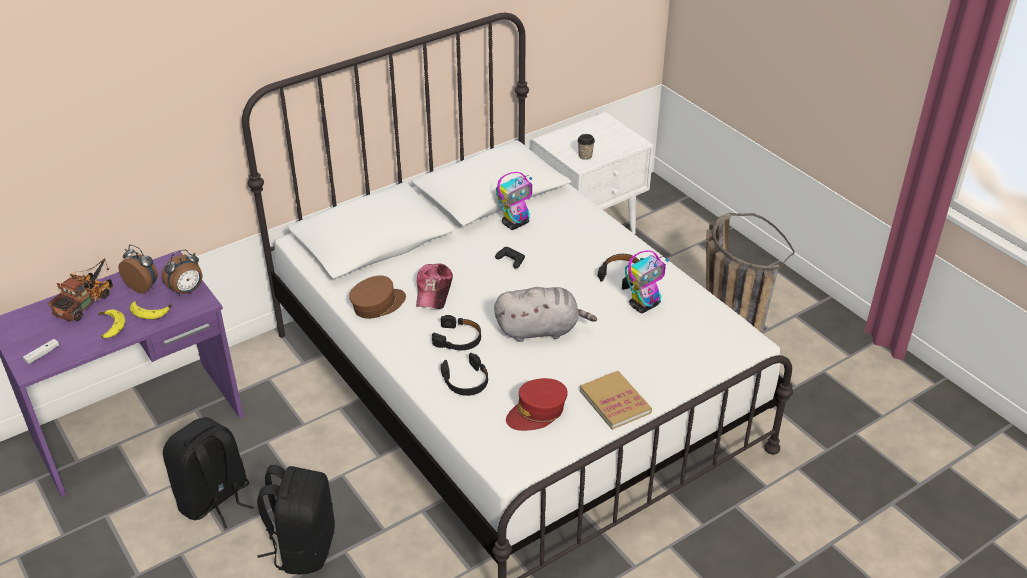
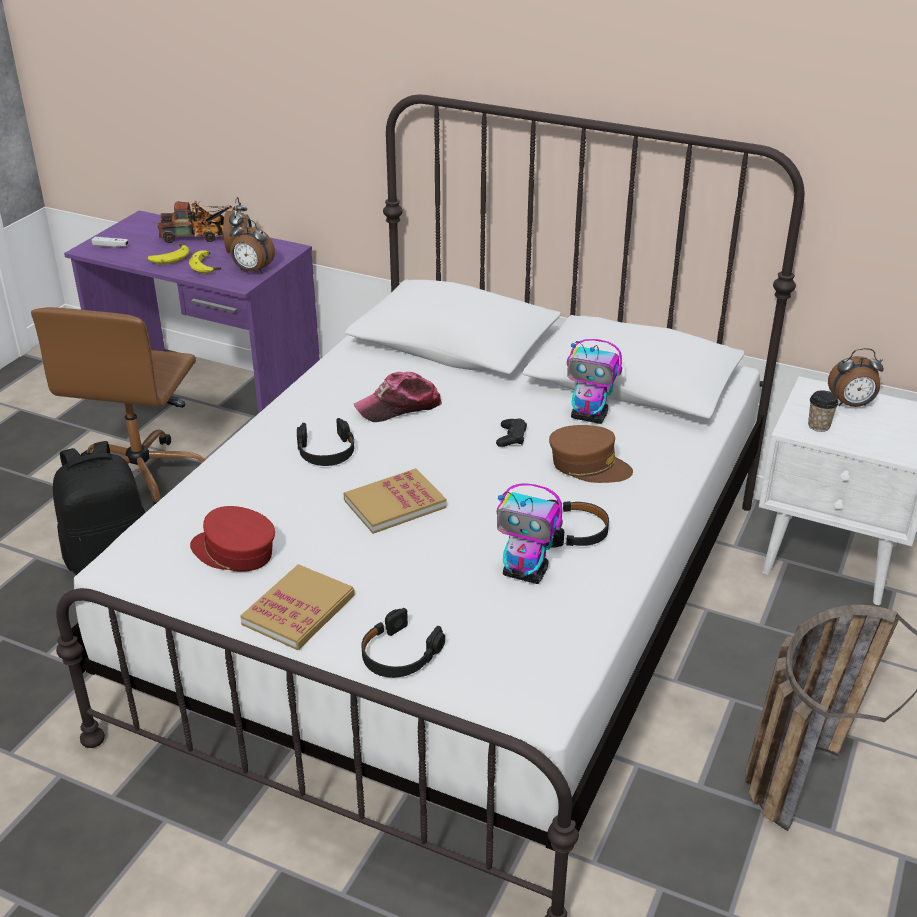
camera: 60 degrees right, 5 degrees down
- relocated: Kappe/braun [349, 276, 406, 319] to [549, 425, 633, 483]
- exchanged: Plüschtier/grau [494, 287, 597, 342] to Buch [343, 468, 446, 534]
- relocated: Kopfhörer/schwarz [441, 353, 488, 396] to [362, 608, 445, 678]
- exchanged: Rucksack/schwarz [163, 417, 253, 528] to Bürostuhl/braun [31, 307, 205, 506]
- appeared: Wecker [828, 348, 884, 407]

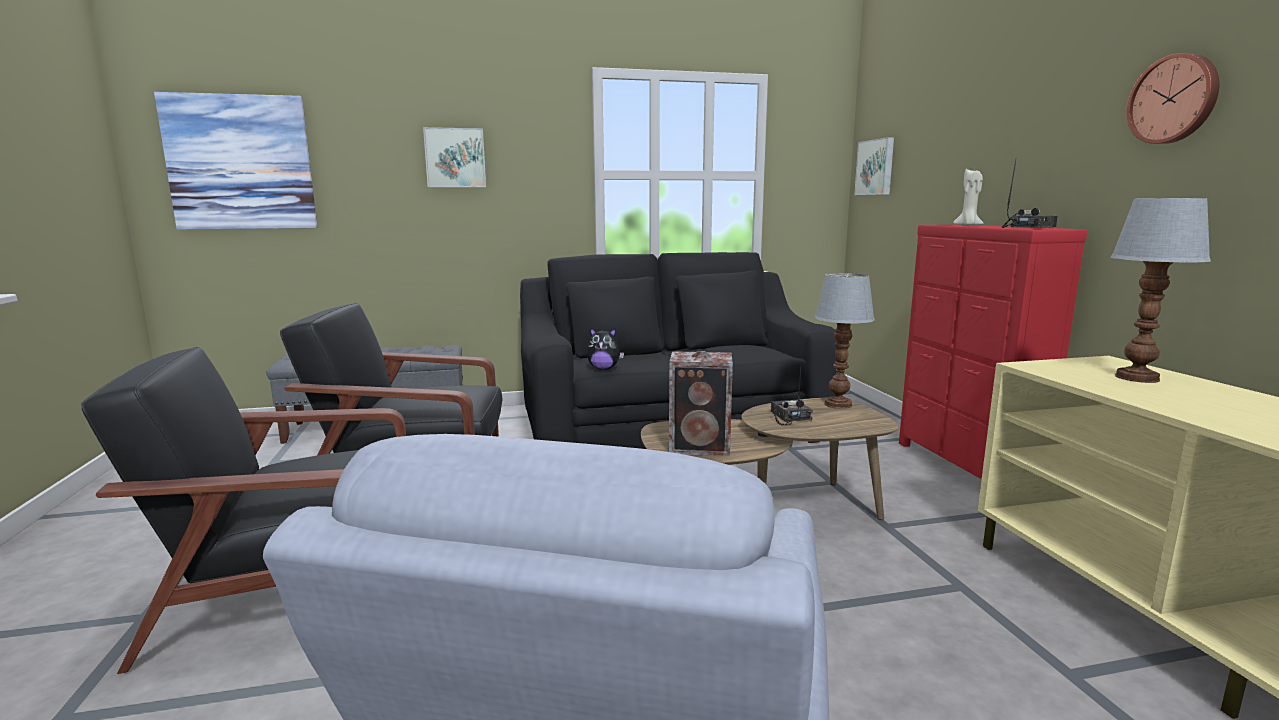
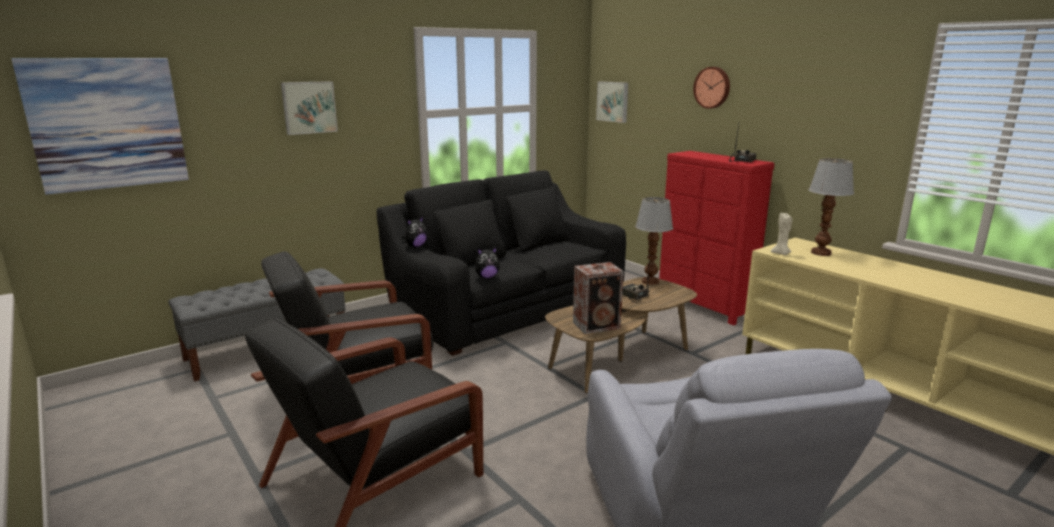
camera: 25 degrees left, 5 degrees up
- relocated: Wanduhr [1126, 53, 1220, 144] to [693, 67, 730, 109]
- relocated: Kerze/beige [953, 169, 983, 226] to [771, 213, 792, 255]
- appeared: Plüschtier [402, 216, 427, 247]

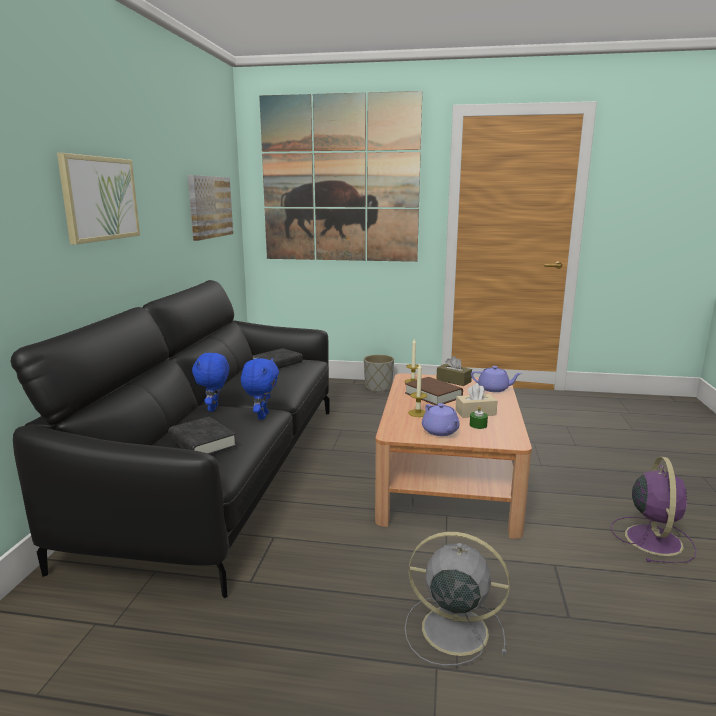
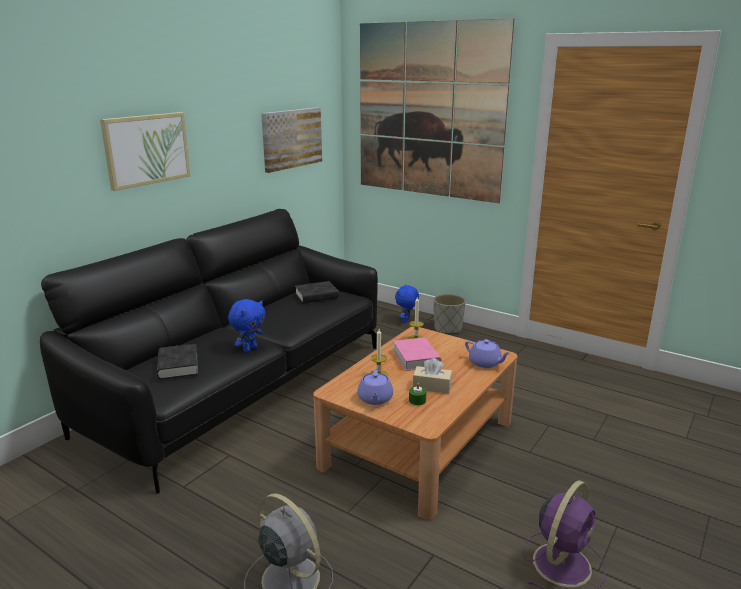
camera: 25 degrees right, 5 degrees up
- relocated: Plüschtier/blau [192, 352, 229, 412] to [395, 284, 419, 323]
- missing: Taschentuchbox/braun [436, 356, 472, 386]
- colour: Buch/braun [405, 377, 463, 405] to Buch/rosa [393, 338, 442, 371]

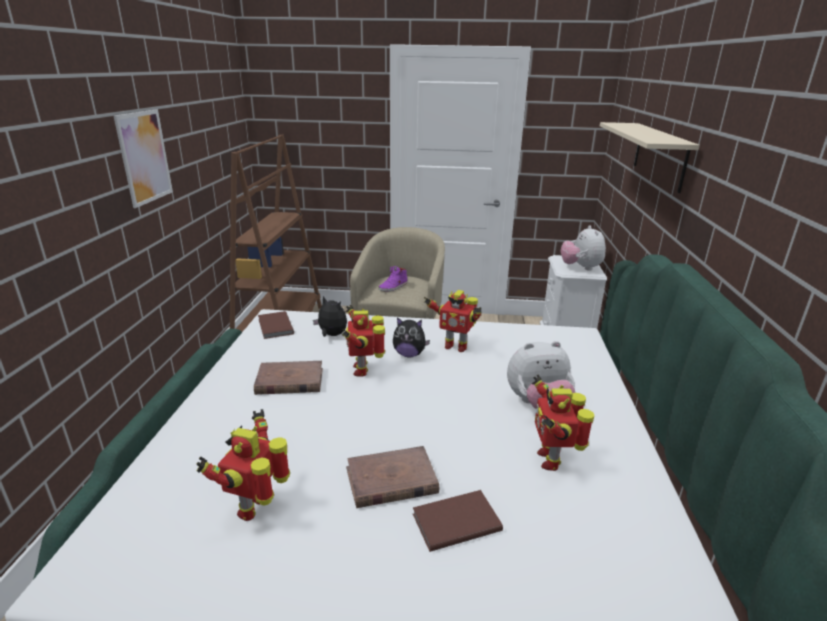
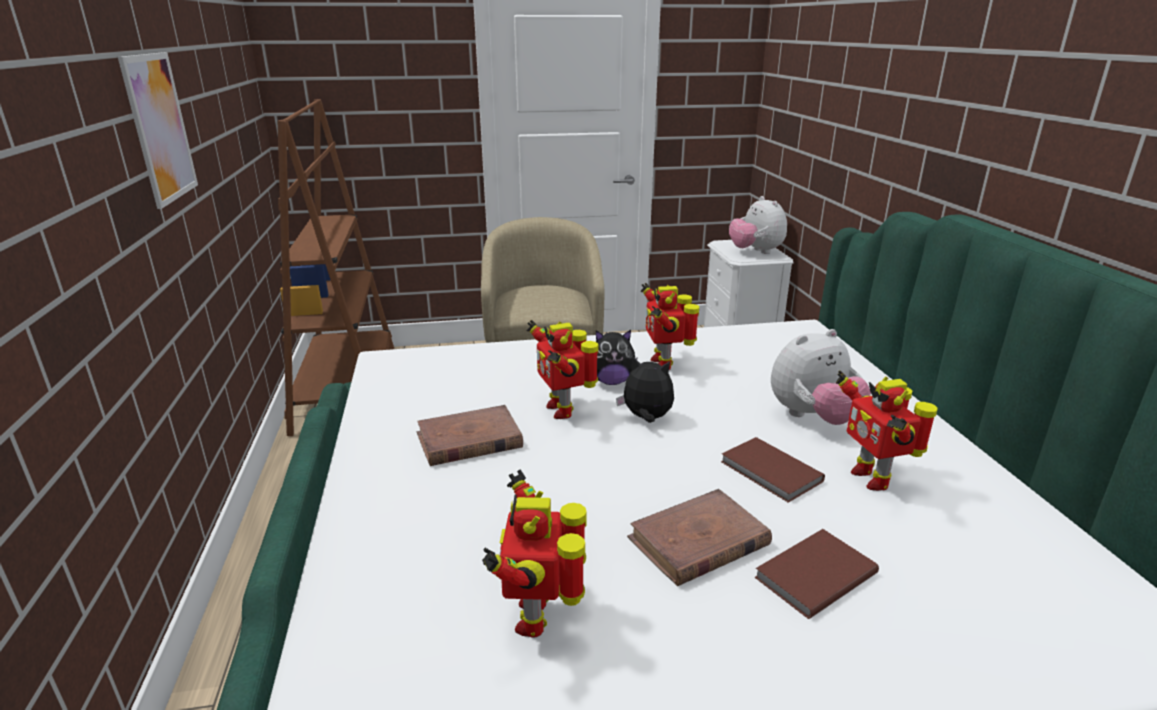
camera: 15 degrees left, 0 degrees up
- missing: Wandregal/beige [600, 122, 700, 193]
- missing: Schuh/lila [378, 266, 408, 291]
- spun: Spielzeugroboter [424, 290, 482, 352] = [640, 283, 699, 370] 75 degrees clockwise
- relocated: Plüschtier [313, 296, 347, 337] to [616, 356, 674, 423]
- relocated: Buch/braun [258, 311, 294, 339] to [721, 437, 825, 503]

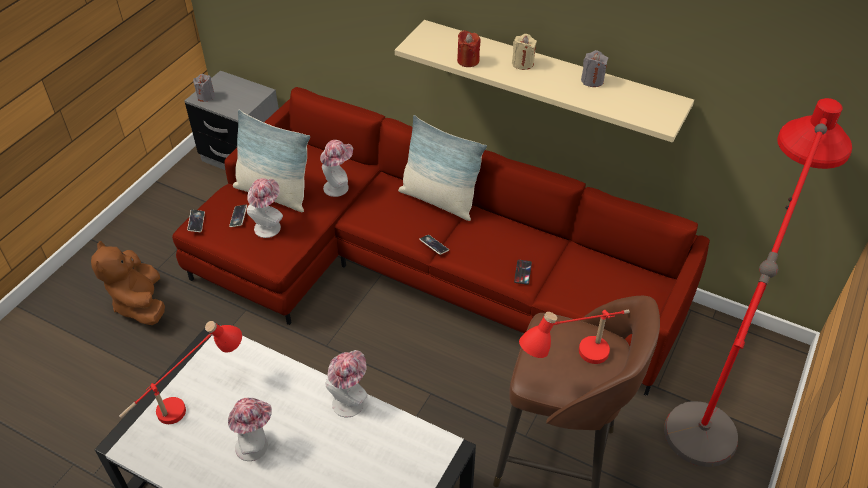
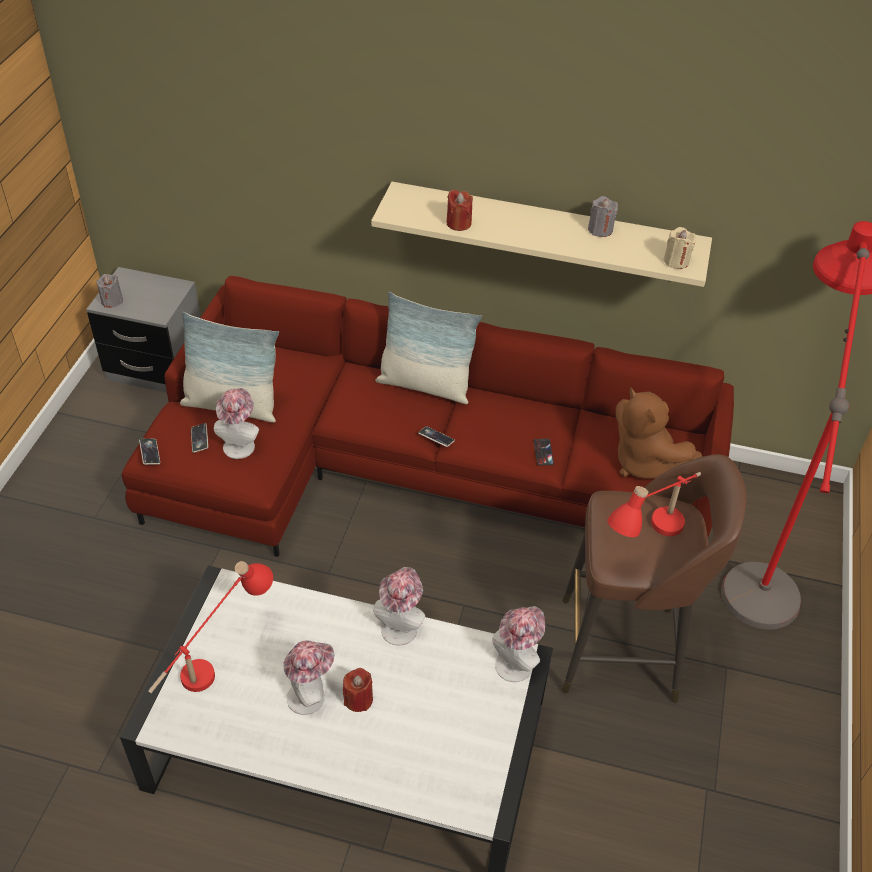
camera: 15 degrees left, 0 degrees up
- relocated: Kerze/beige [512, 34, 537, 70] to [664, 227, 696, 269]
- relocated: Hut [320, 140, 353, 197] to [492, 606, 545, 682]
- relocated: Plüschtier/braun [91, 241, 165, 325] to [616, 387, 702, 479]
- appeared: Kerze/rot [343, 668, 373, 712]

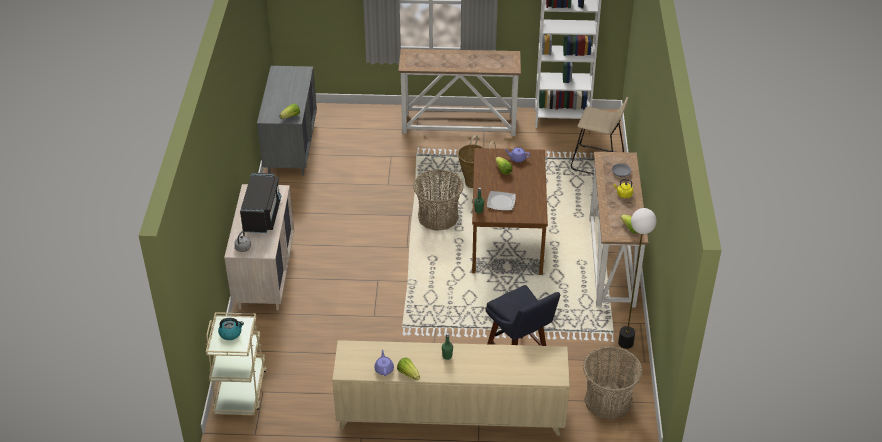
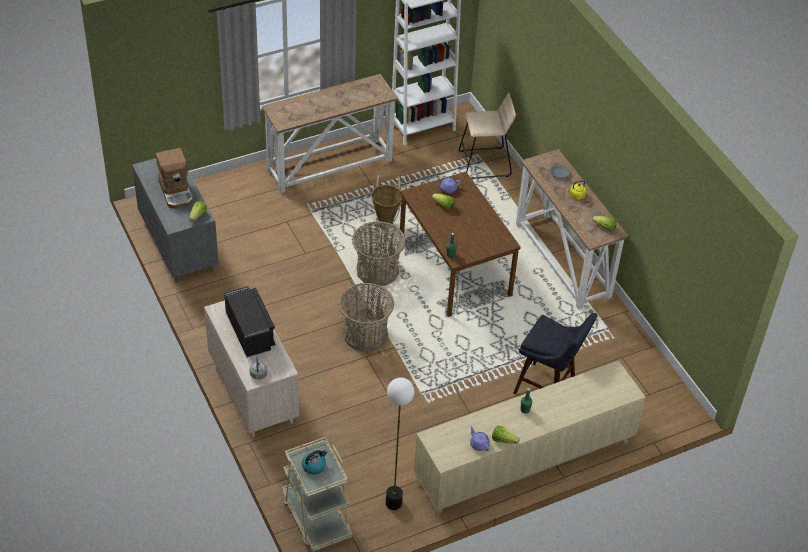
camera: 30 degrees left, 5 degrees up
- missing: Teller [487, 191, 515, 211]
- relocated: Stehlampe [618, 208, 657, 349] to [386, 378, 414, 510]
- relocated: Korb [583, 346, 643, 420] to [338, 283, 394, 351]
- appeared: Kaffeemaschine [156, 148, 193, 209]

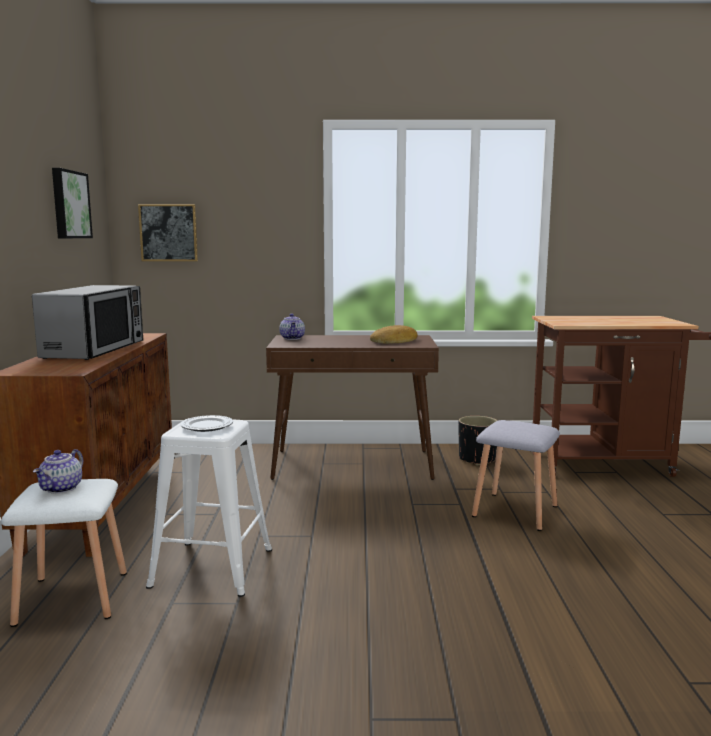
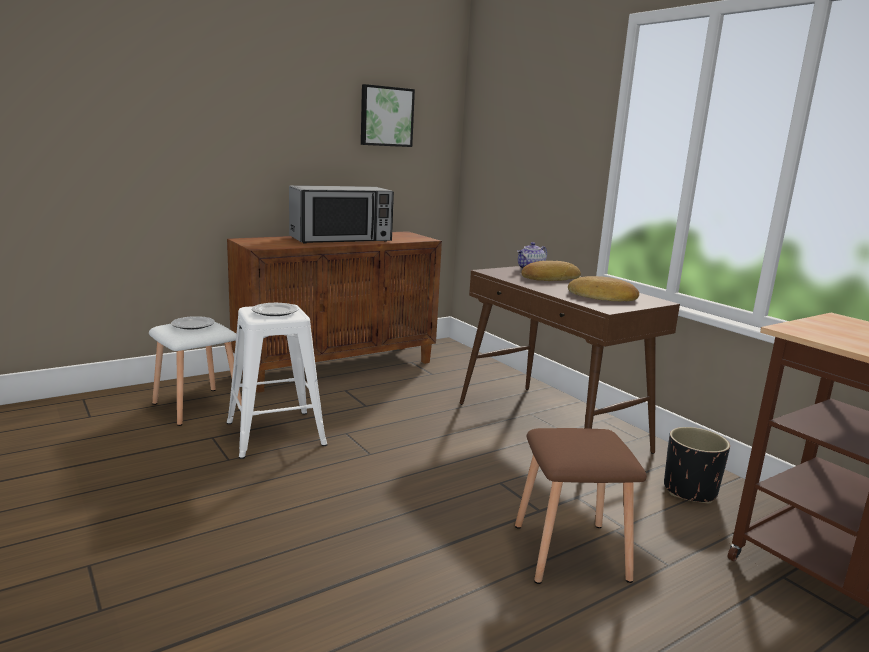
camera: 55 degrees right, 5 degrees up
- missing: Bild [138, 204, 198, 261]
- colour: Hocker/grau [472, 420, 560, 531] to Hocker/braun [515, 428, 647, 584]
- exchanged: Teekanne [33, 449, 83, 494] to Teller [171, 316, 215, 330]
- appeared: Brot [521, 261, 581, 281]

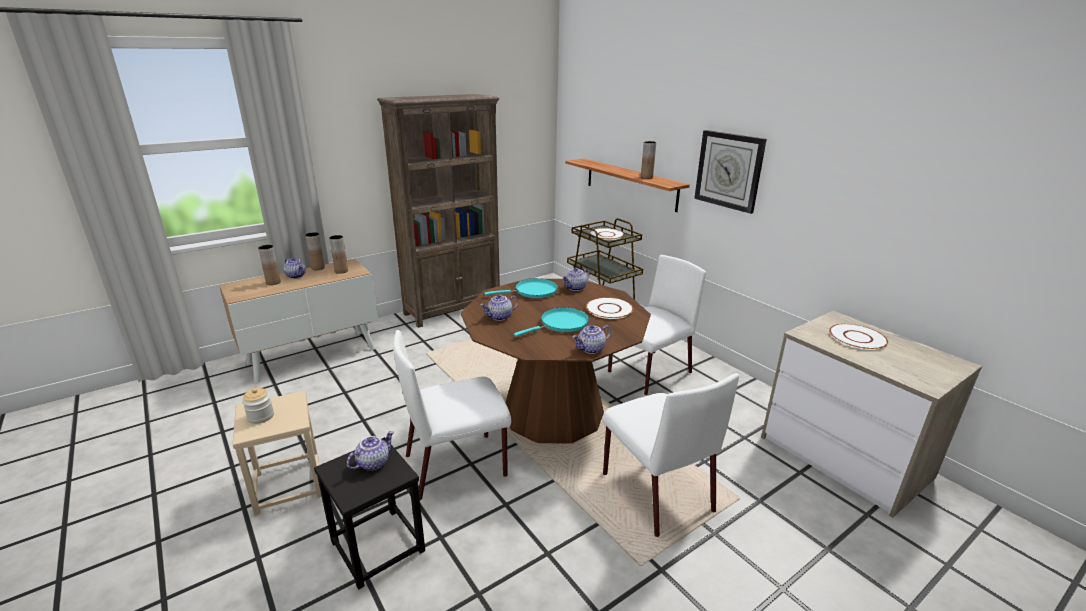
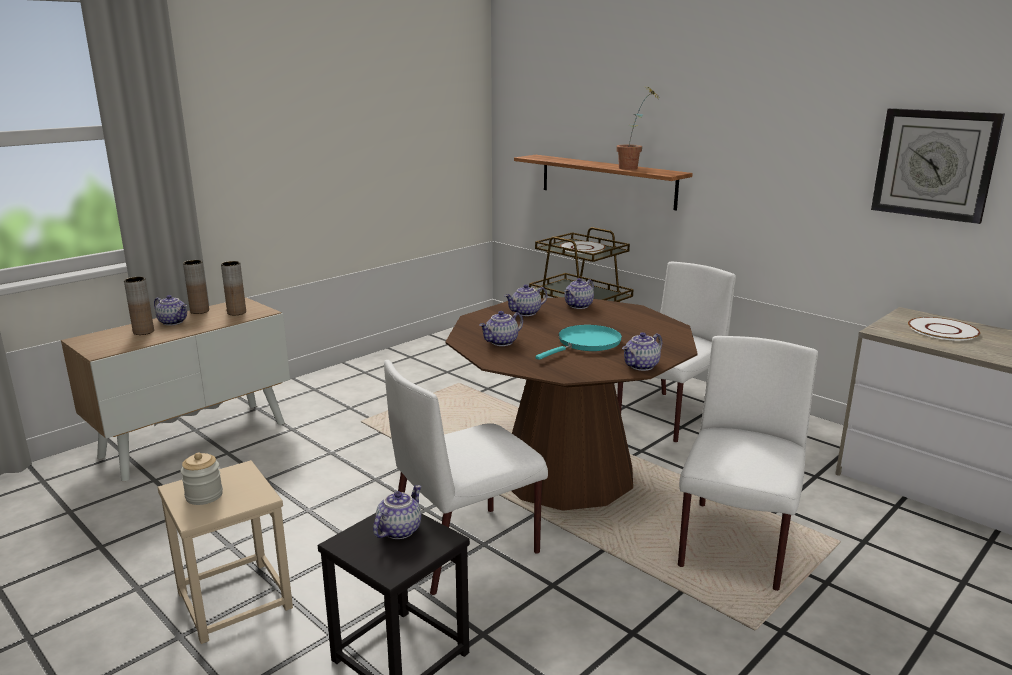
camera: 10 degrees left, 5 degrees down
- missing: Bücherregal/braun [377, 94, 500, 328]
- relocated: Wanduhr [694, 130, 767, 214] to [871, 108, 1005, 224]
- exchanged: Vase/braun [641, 141, 656, 179] to Topfpflanze [616, 87, 659, 170]
- exchanged: Pfanne/türkis [485, 278, 558, 298] to Teekanne [505, 284, 547, 316]
- missing: Teller/weiß [586, 297, 634, 319]
- spun: Stuhl/weiß [602, 373, 739, 537] = [678, 336, 818, 591] 120 degrees counterclockwise

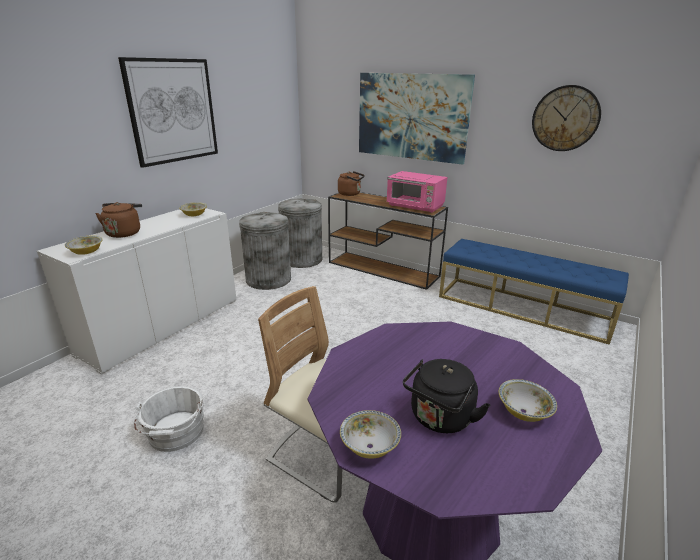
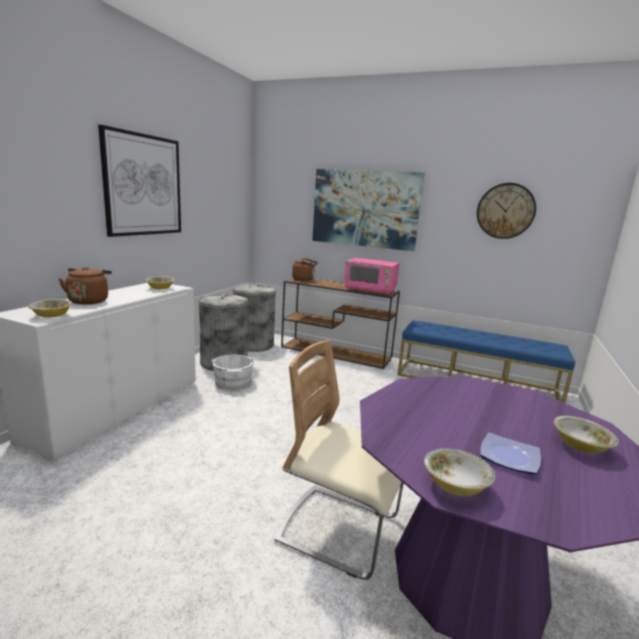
camera: 10 degrees left, 10 degrees down
- exchanged: Wasserkessel/schwarz [403, 359, 490, 433] to Teller [480, 432, 541, 474]
- relocated: Eimer/weiß [134, 386, 204, 452] to [212, 354, 254, 390]

